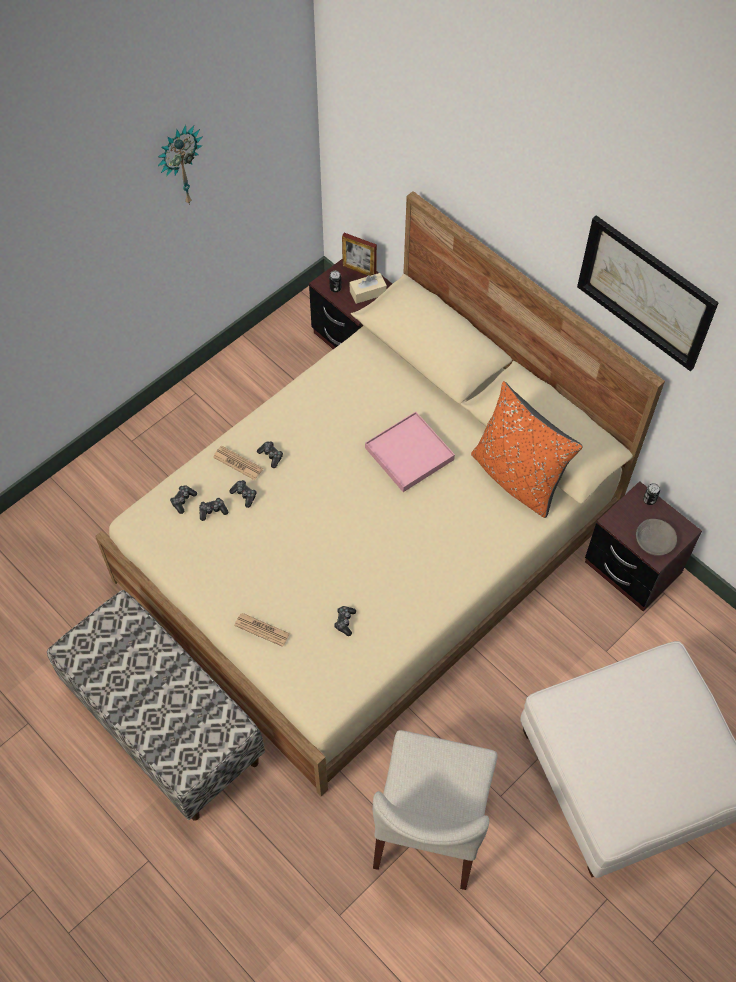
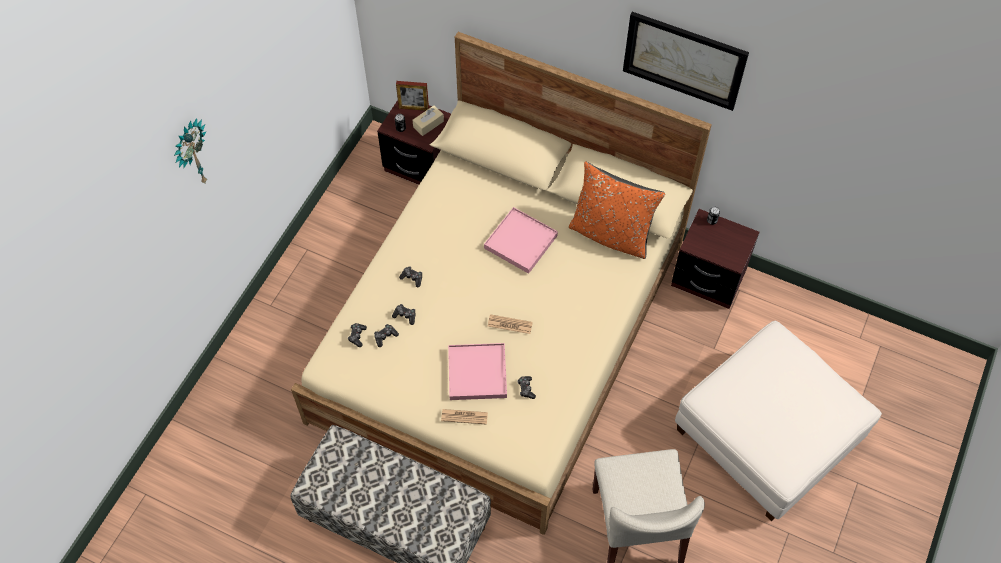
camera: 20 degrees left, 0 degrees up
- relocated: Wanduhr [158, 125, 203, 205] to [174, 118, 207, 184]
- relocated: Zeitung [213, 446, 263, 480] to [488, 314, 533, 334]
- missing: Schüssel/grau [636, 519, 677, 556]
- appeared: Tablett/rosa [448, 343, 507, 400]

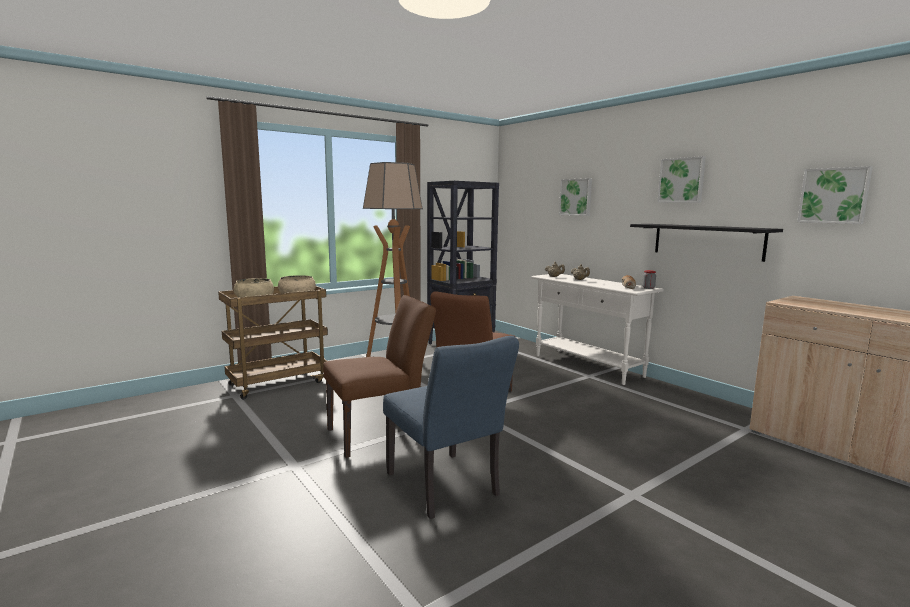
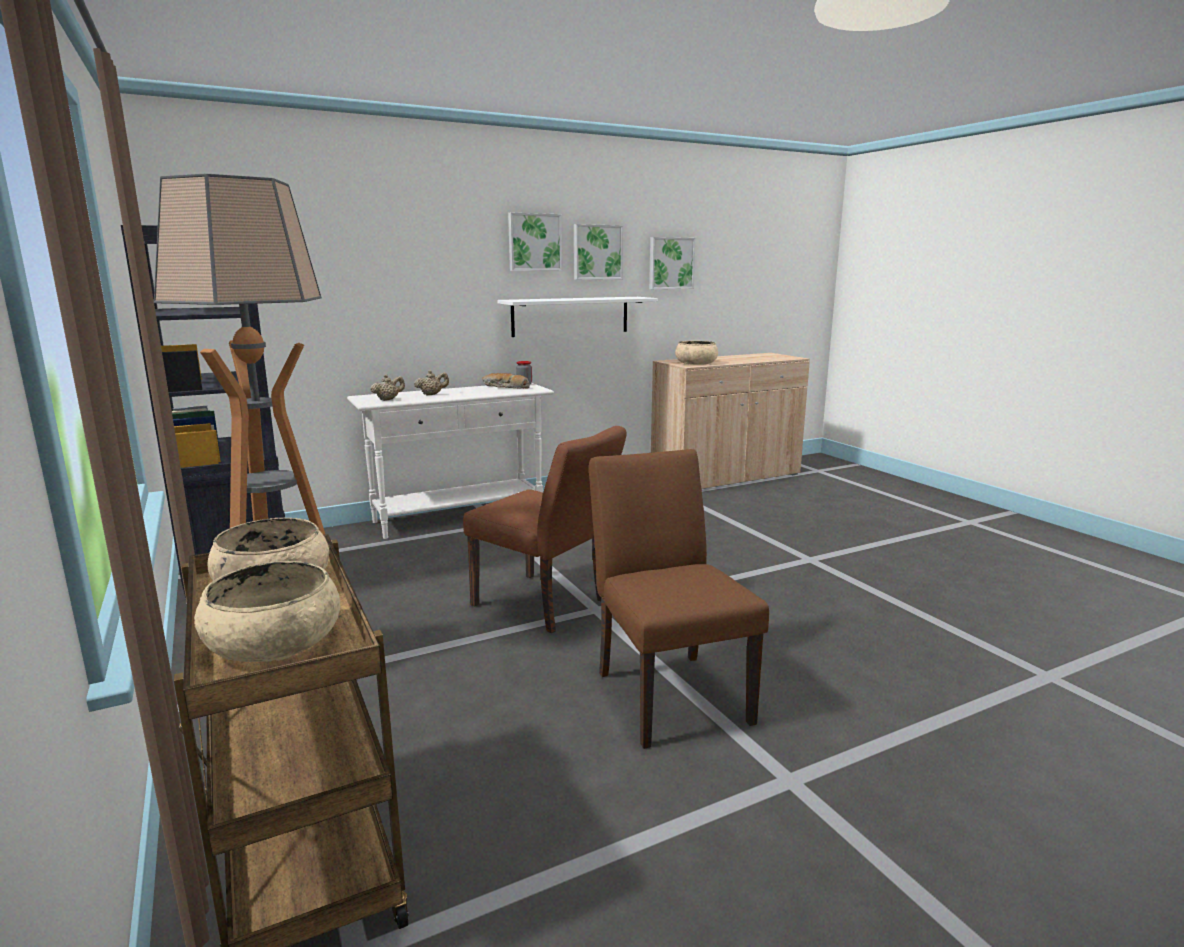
camera: 80 degrees left, 5 degrees up
- relocated: Bild [559, 178, 592, 216] to [574, 224, 623, 280]
- colour: Wandregal/schwarz [630, 224, 783, 262] to Wandregal/weiß [497, 297, 658, 337]
- missing: Stuhl/blau [383, 336, 519, 519]
- appeared: Schüssel/beige [675, 341, 718, 365]

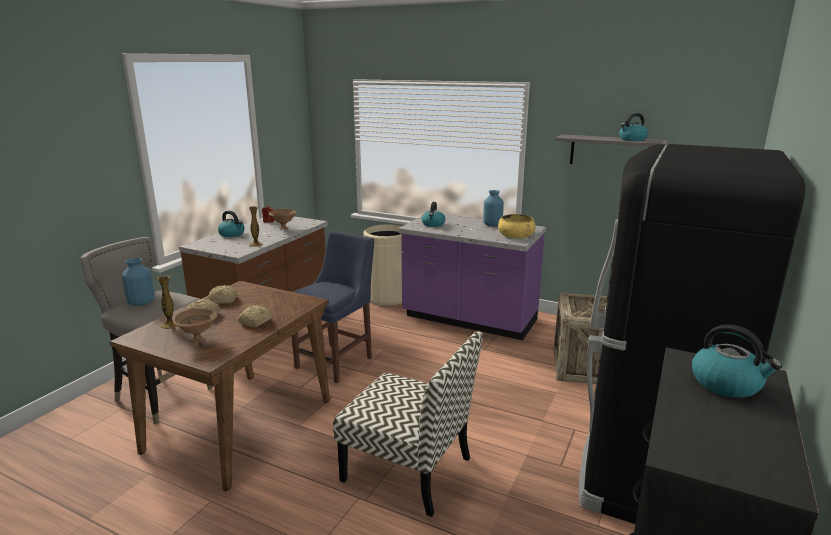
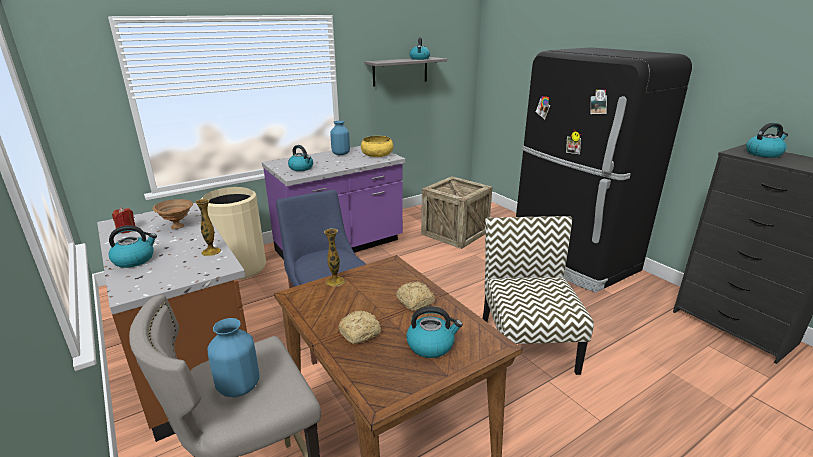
camera: 60 degrees left, 5 degrees up
- relocated: Vase [157, 276, 177, 329] to [324, 229, 345, 286]
- missing: Brot [208, 285, 237, 304]
- exchanged: Schüssel/braun [173, 308, 217, 343] to Wasserkessel [406, 306, 463, 358]
- spun: Stuhl [333, 331, 483, 517] = [482, 216, 594, 375] 60 degrees counterclockwise

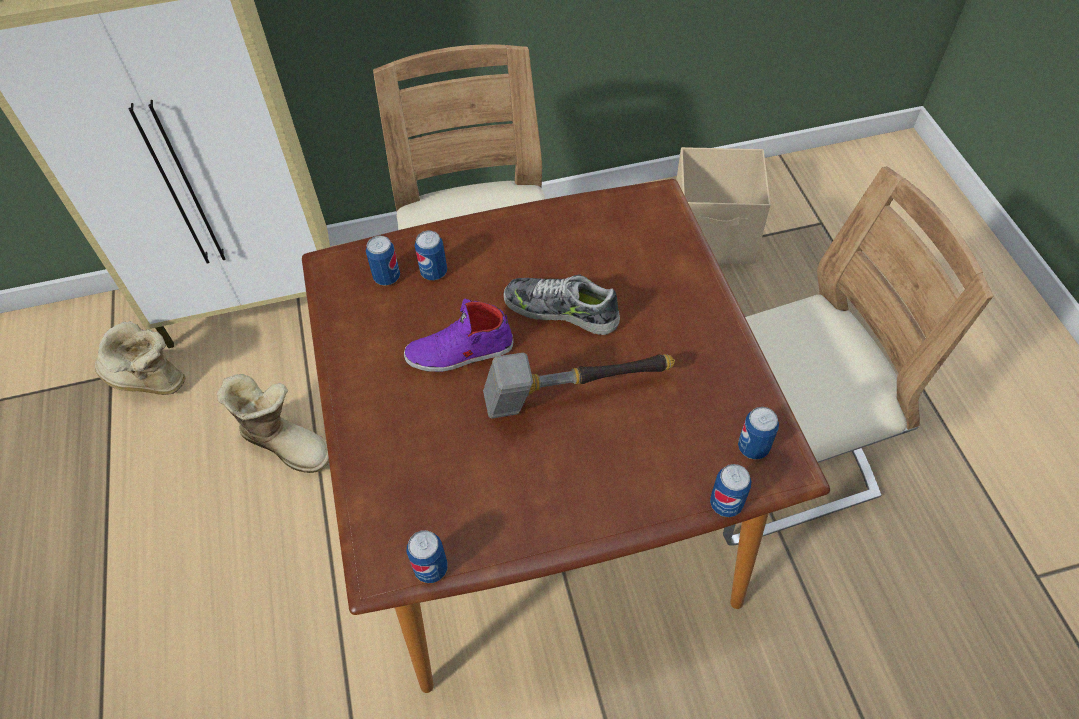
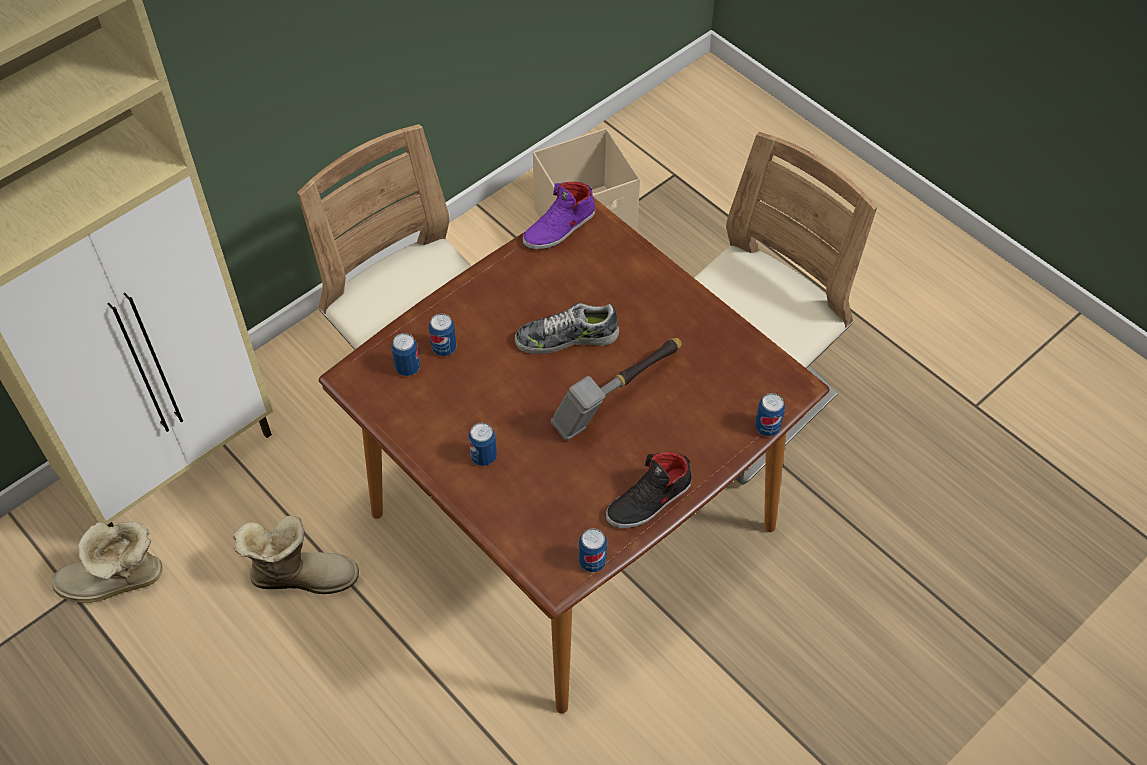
camera: 30 degrees left, 0 degrees up
- relocated: Schuh/lila [404, 298, 513, 372] to [523, 182, 595, 249]
- relocated: Dose [738, 407, 779, 460] to [468, 422, 497, 466]
- appeared: Schuh/schwarz [606, 452, 692, 528]

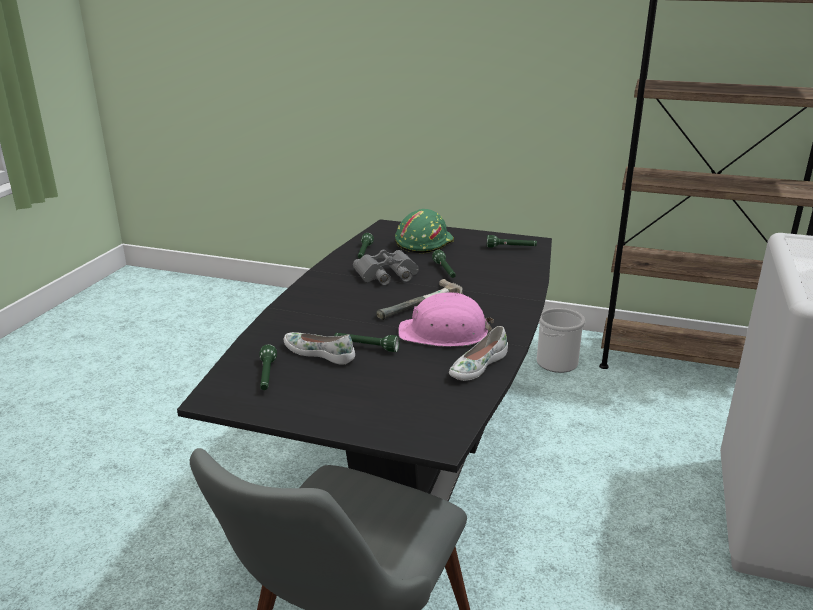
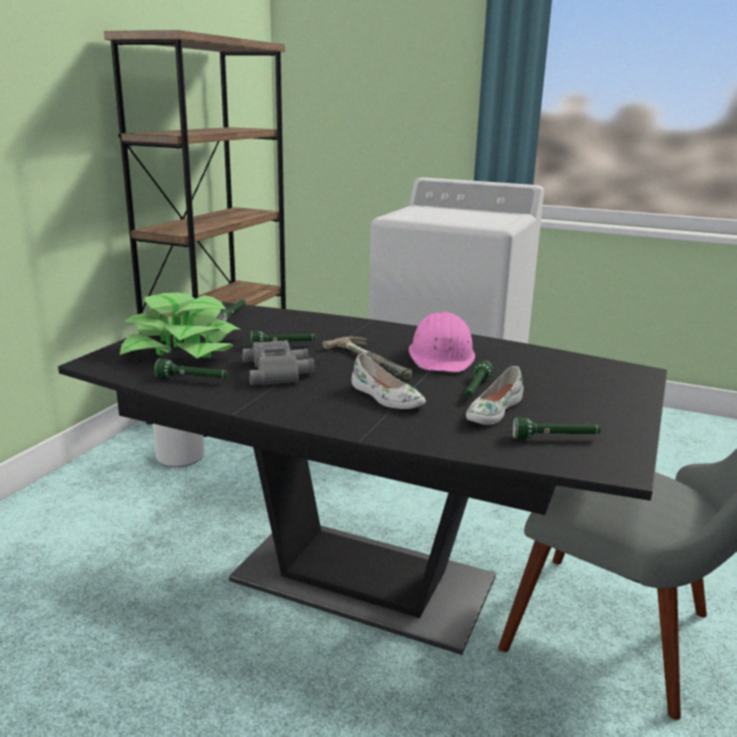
camera: 85 degrees left, 5 degrees down
- exchanged: Schutzhelm/grün [395, 209, 454, 254] to Topfpflanze [120, 293, 242, 358]
- relocated: Schuh/weiß [449, 326, 508, 381] to [351, 354, 426, 409]

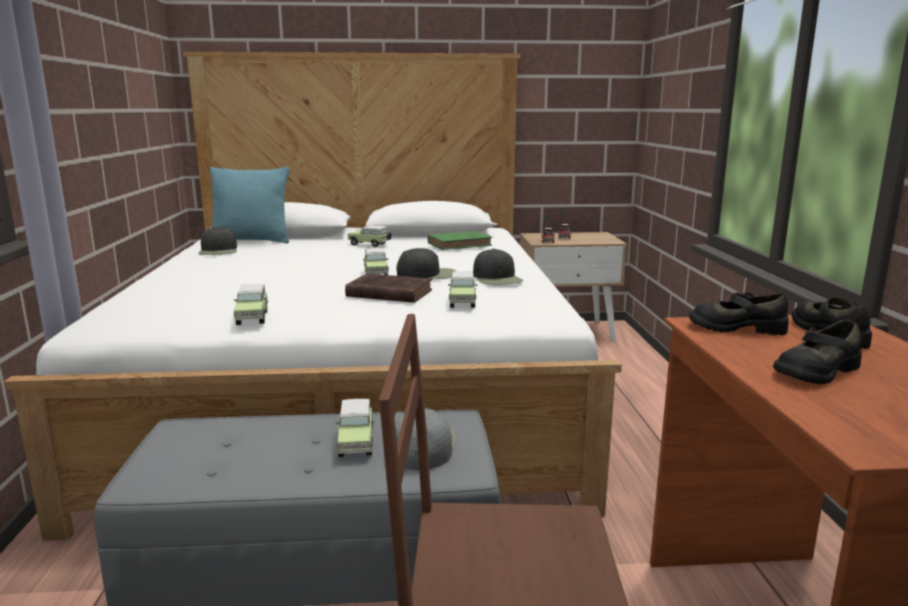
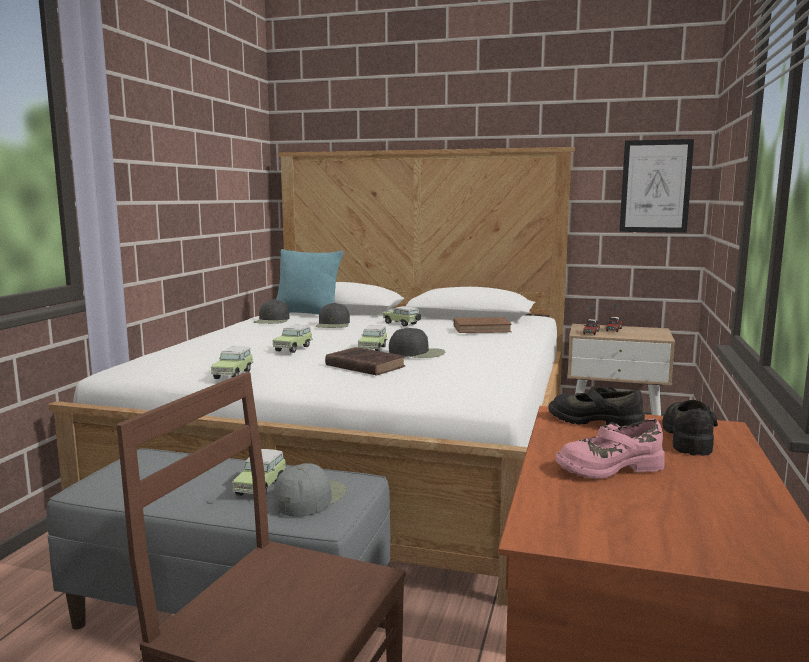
camera: 20 degrees right, 5 degrees down
- colour: Buch/grün [428, 231, 492, 250] to Buch/braun [454, 317, 512, 333]
- relocated: Kappe/schwarz [473, 249, 523, 285] to [316, 303, 350, 328]
- relocated: Spielzeugauto [448, 271, 477, 308] to [273, 325, 313, 353]
- colour: Schuh/schwarz [773, 319, 862, 384] to Schuh/rosa [555, 418, 665, 479]
- appeared: Bild [619, 139, 694, 233]

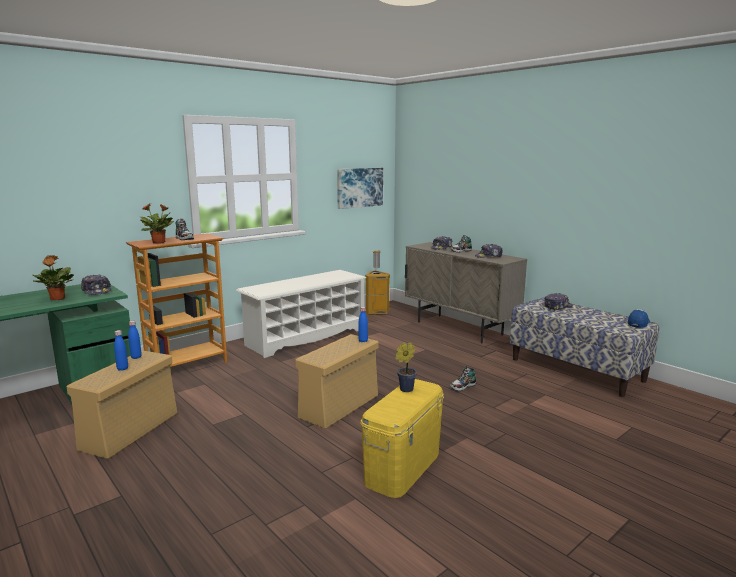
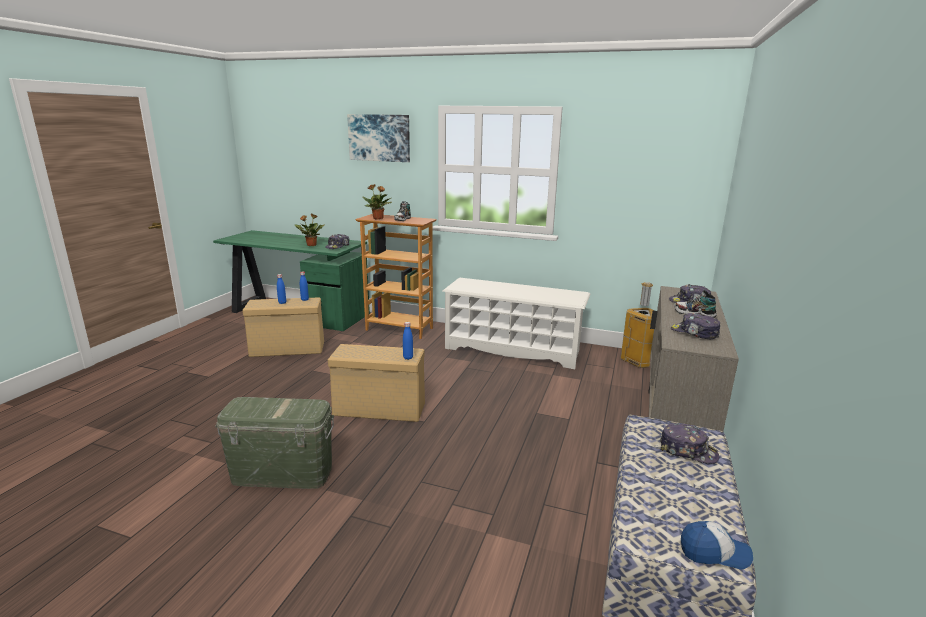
camera: 60 degrees right, 5 degrees up
- relocated: Bild [337, 168, 383, 209] to [347, 114, 410, 162]
- missing: Topfpflanze [396, 342, 417, 392]
- missing: Schuh [450, 367, 476, 391]
- colour: Aufbewahrungsbox/gelb [360, 379, 444, 498] to Aufbewahrungsbox/grün [215, 397, 334, 489]

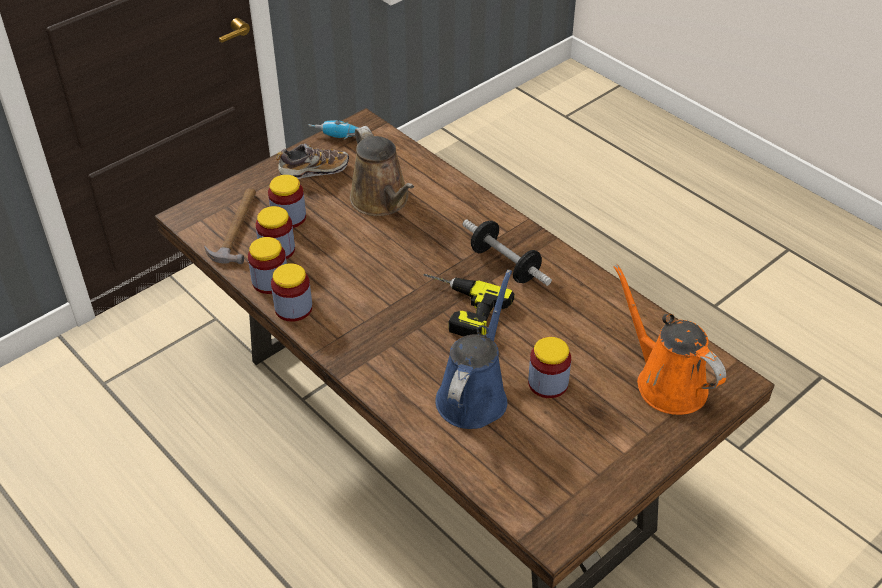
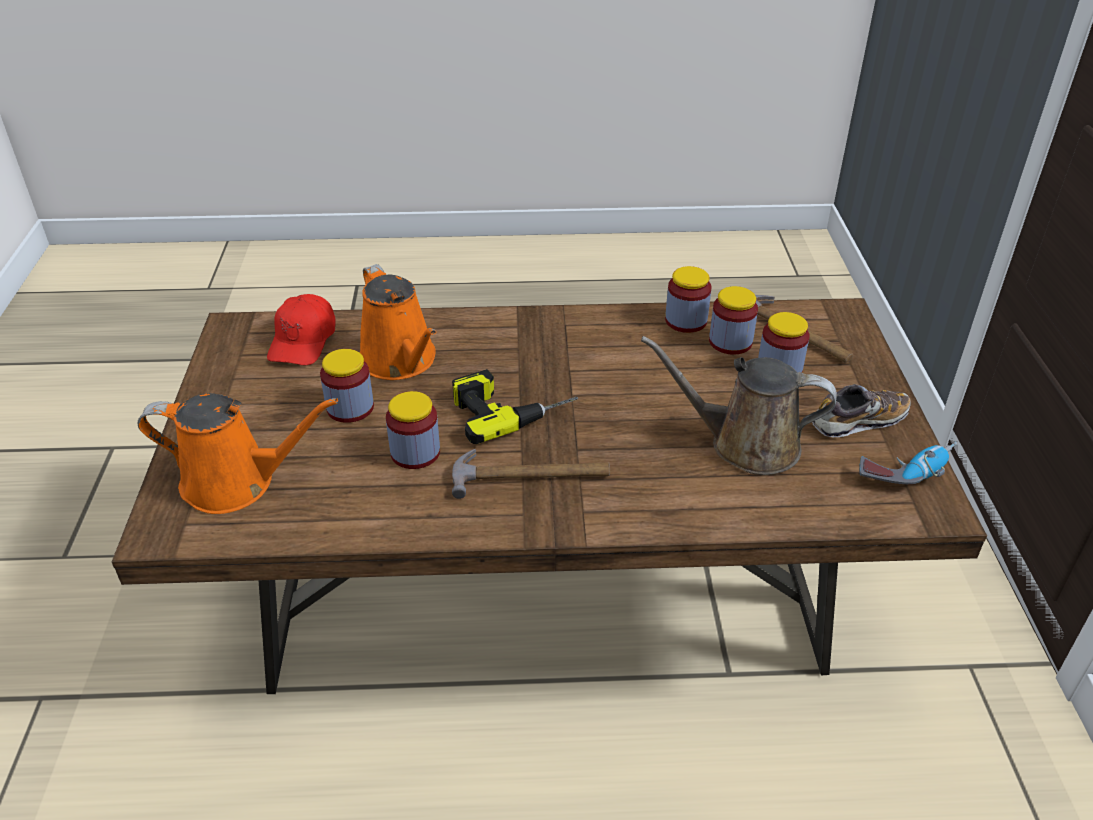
camera: 130 degrees right, 5 degrees down
- spun: Schuh [276, 143, 349, 179] = [812, 384, 911, 437] 135 degrees counterclockwise
- exchanged: Hantel [462, 219, 552, 286] to Hammer [452, 449, 610, 499]
- relocated: Vorratsglas [271, 263, 312, 322] to [386, 391, 440, 469]
- colour: Gießkanne/blau [435, 270, 512, 429] to Gießkanne/orange [360, 264, 436, 380]
- appeared: Kappe/rot [267, 294, 336, 365]

